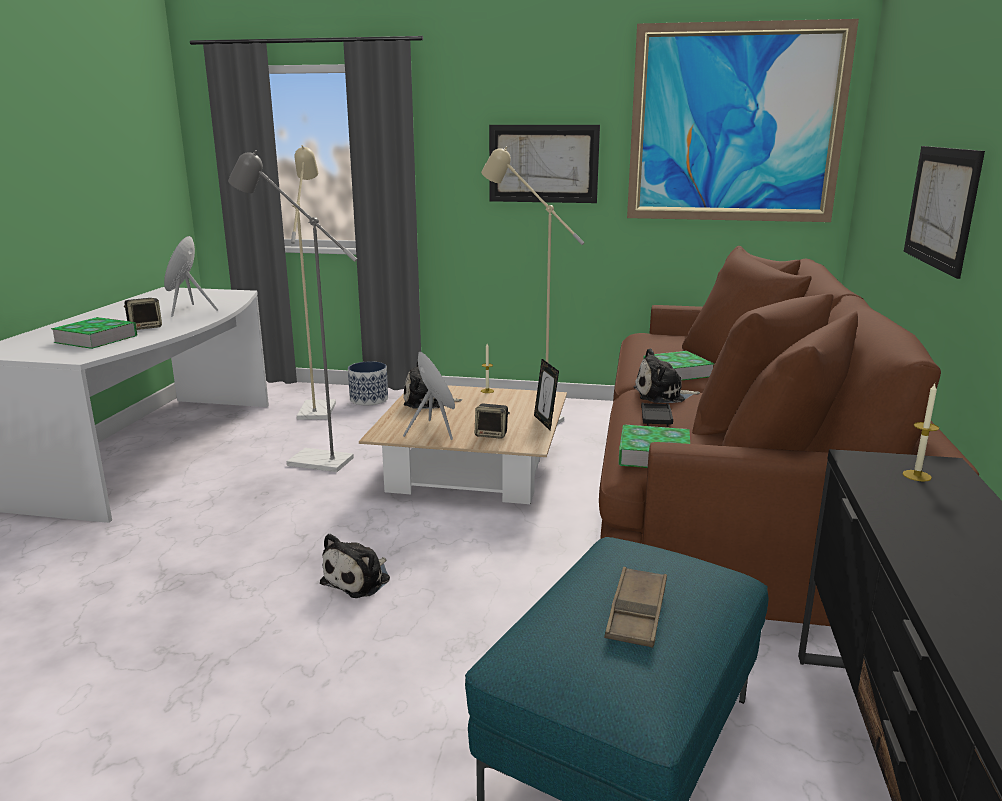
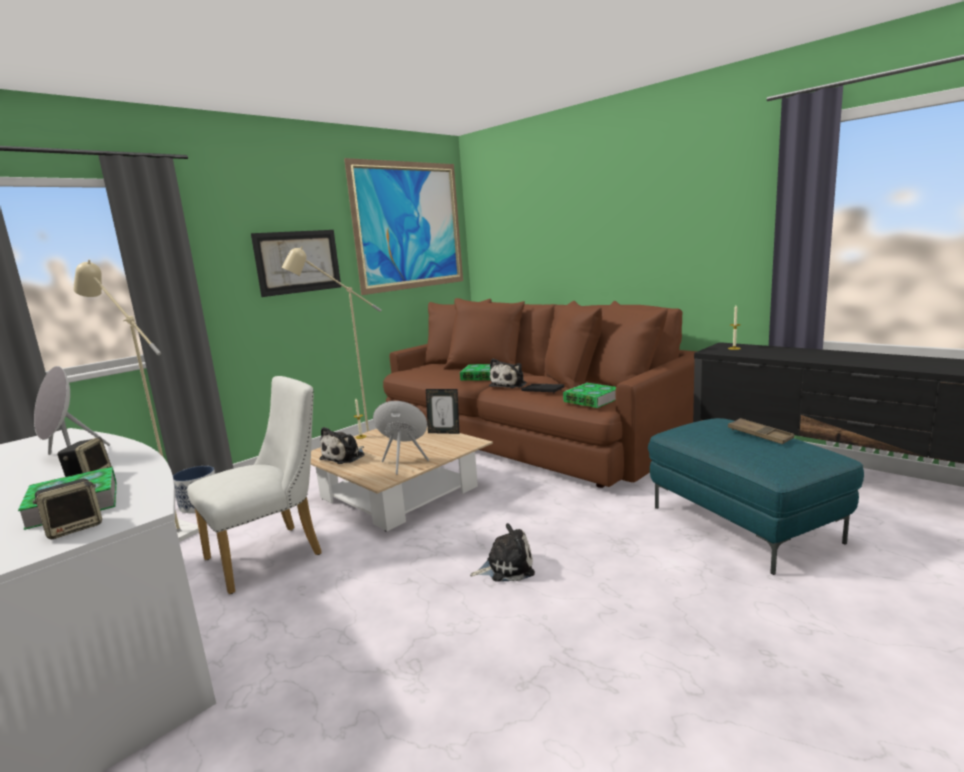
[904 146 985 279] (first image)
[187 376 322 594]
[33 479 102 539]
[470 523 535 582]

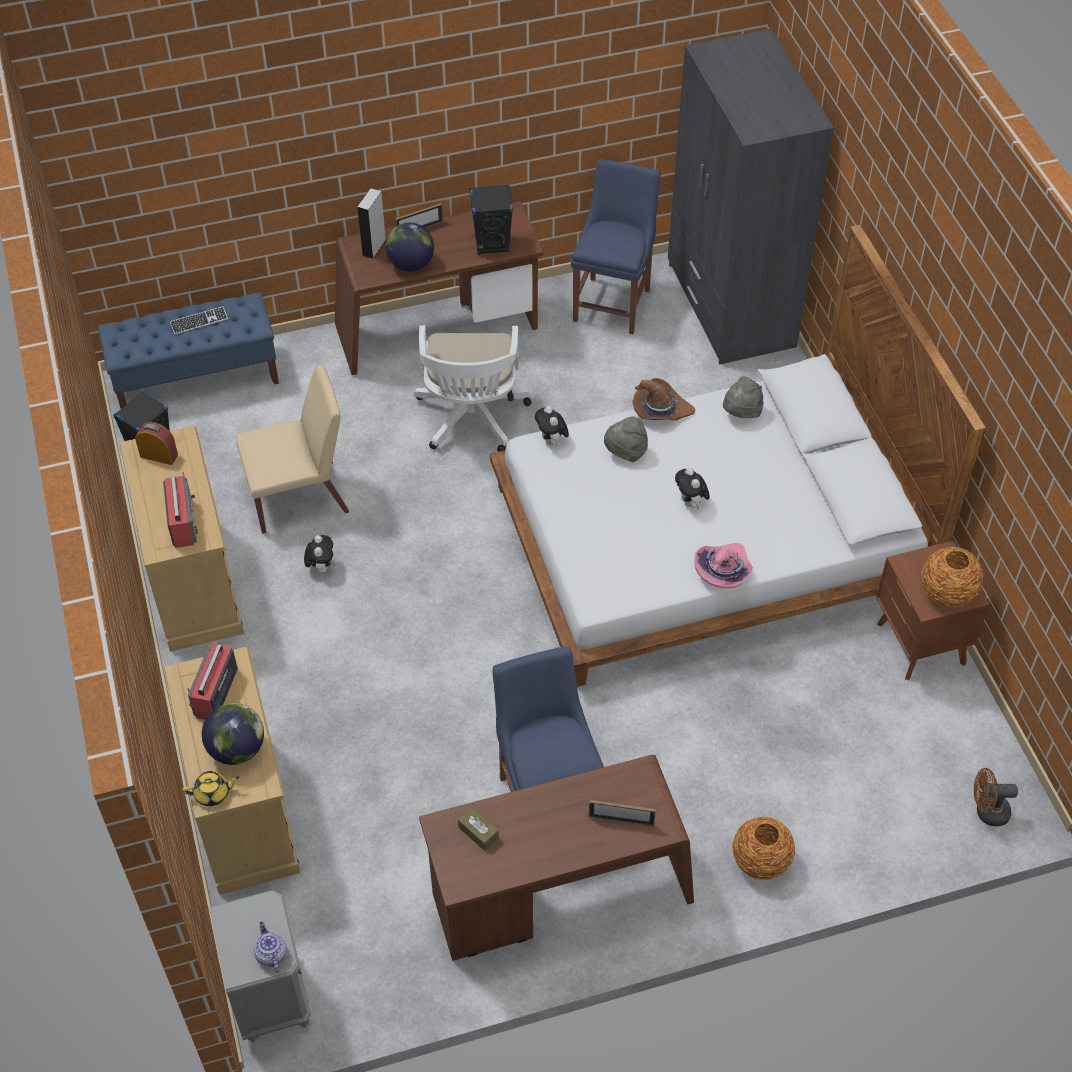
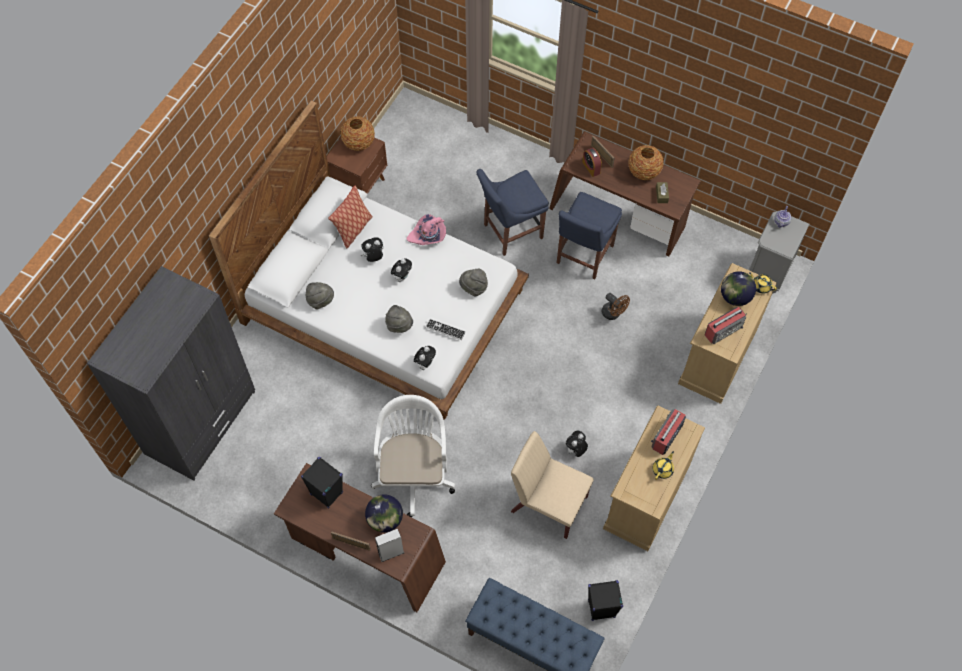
[476 169 549 256]
[425 319 466 340]
[371 395 456 517]
[632 378 695 421] (first image)
[582 148 602 177]
[601 293 630 320]
[628 145 663 180]
[328 185 373 248]
[360 237 384 262]
[459 269 488 297]
[653 451 674 480]

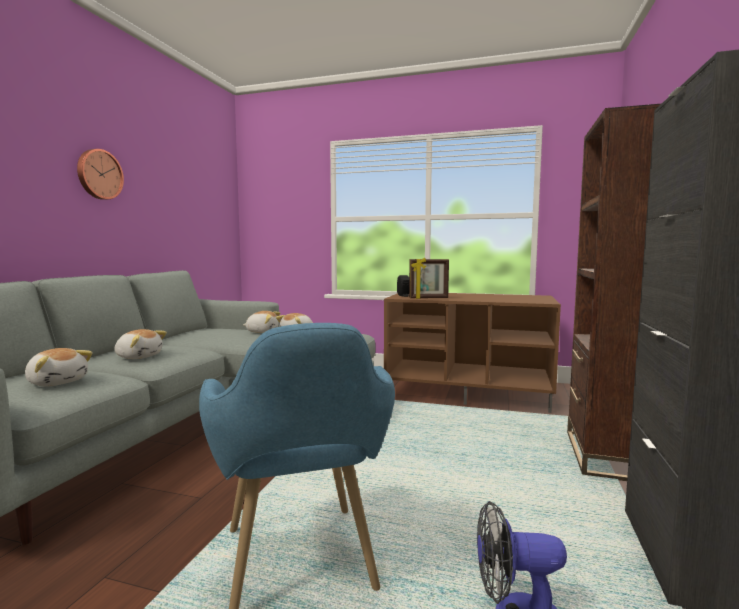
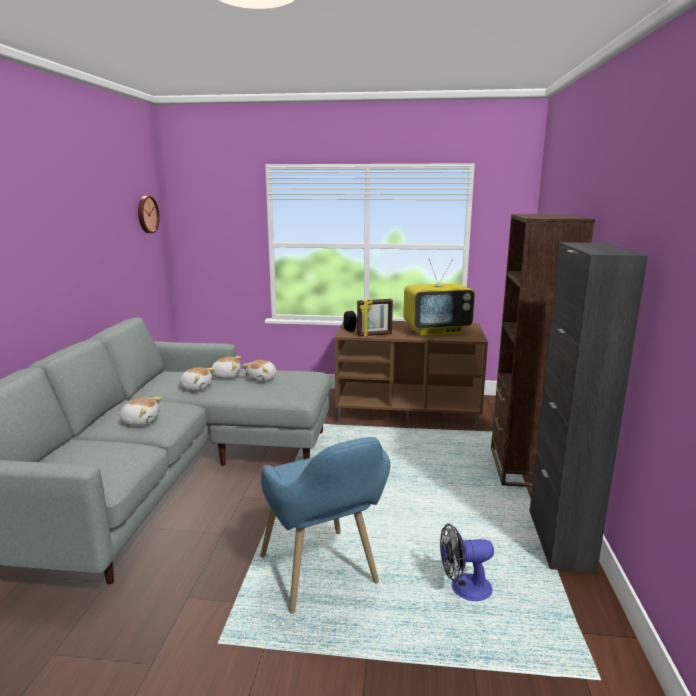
[138 196 160 233]
[179 367 215 391]
[403 259 475 336]

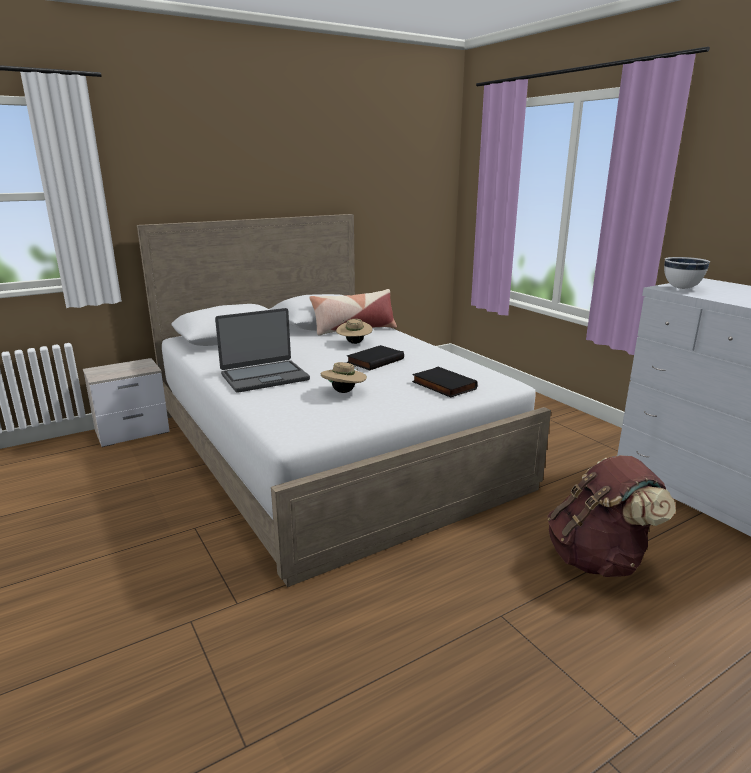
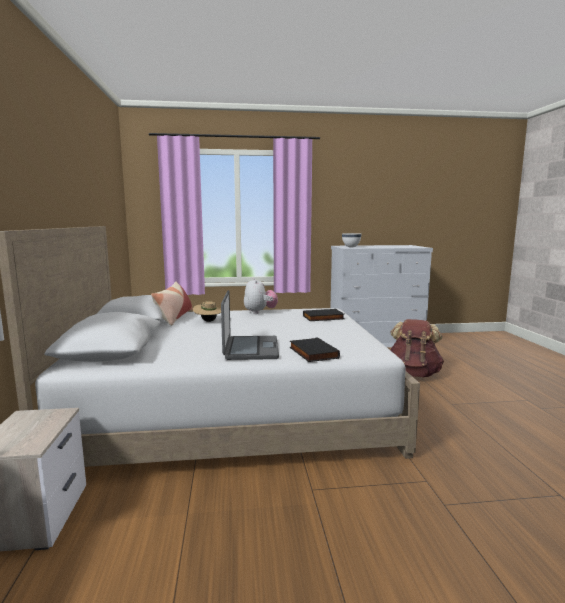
[290 337 340 362]
[321 362 367 393] (first image)
[244 278 278 314]

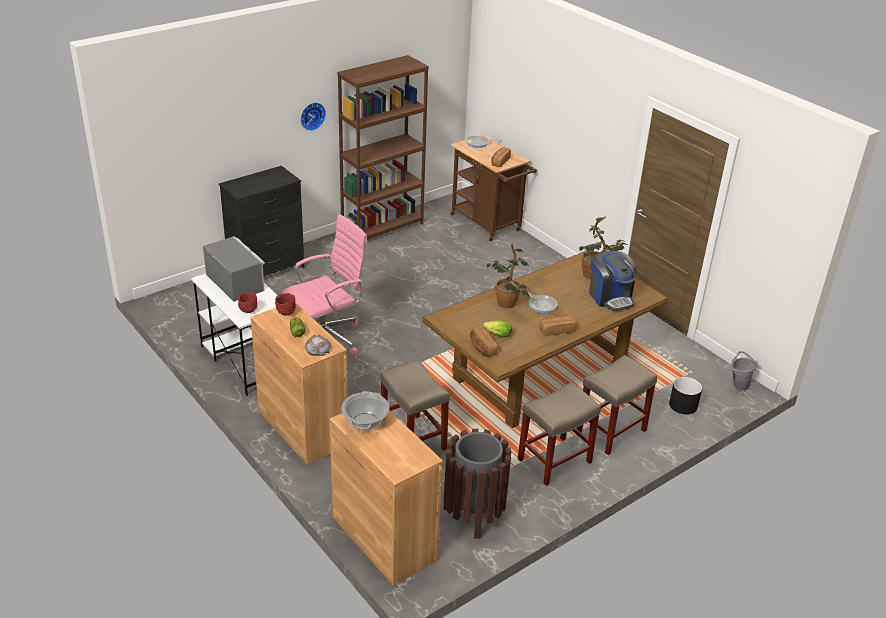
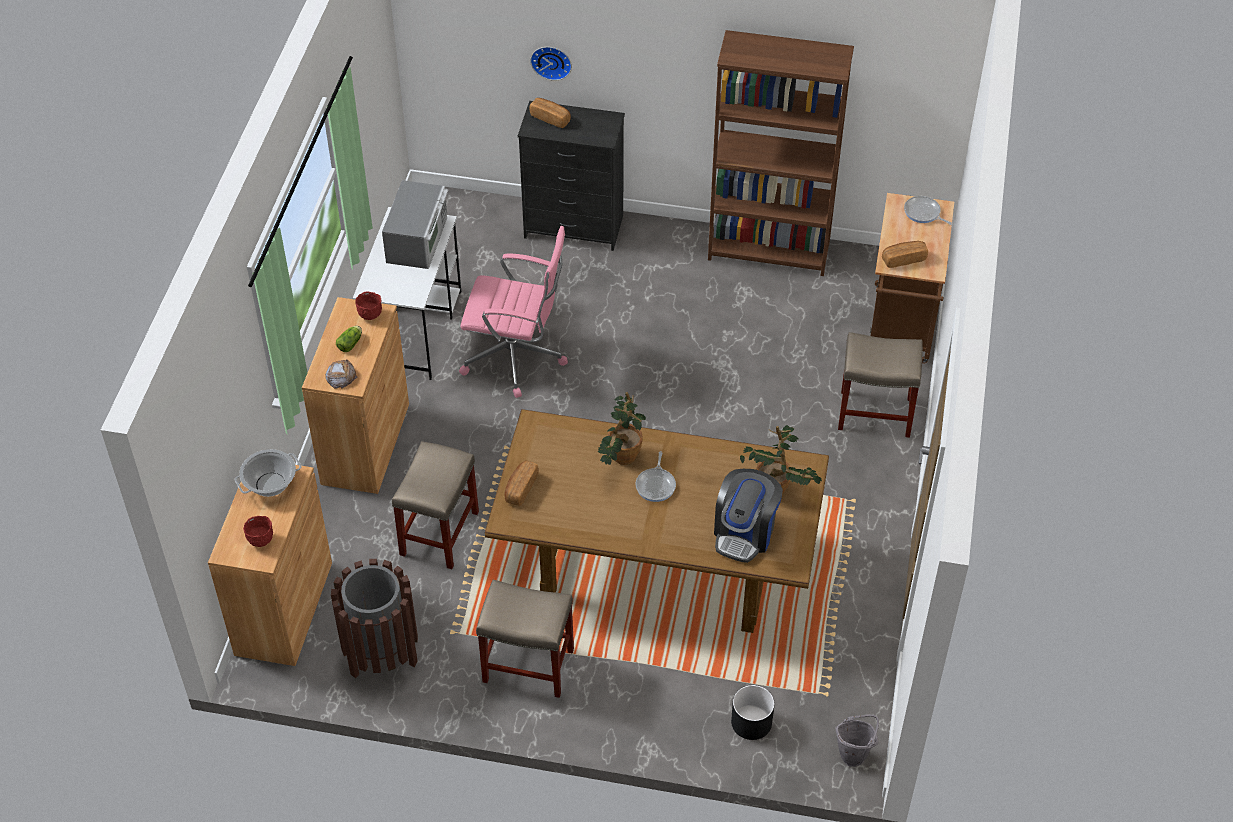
[530 47 572 81]
[243 516 273 547]
[529 98 571 128]
[483 321 512 337] (first image)
[838 332 923 438]

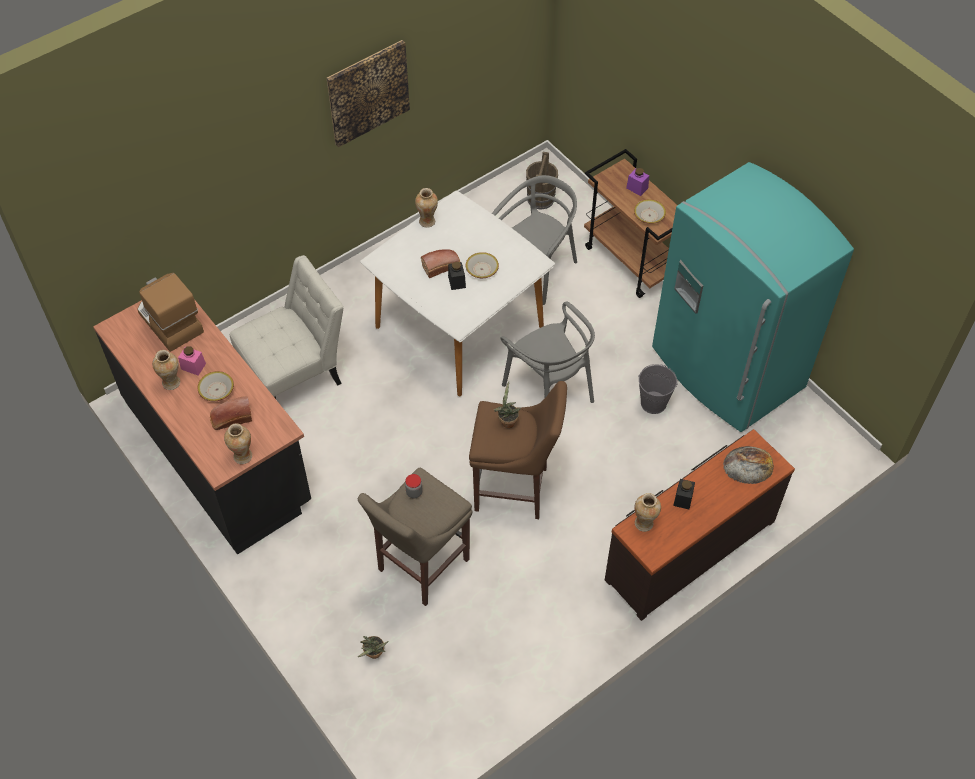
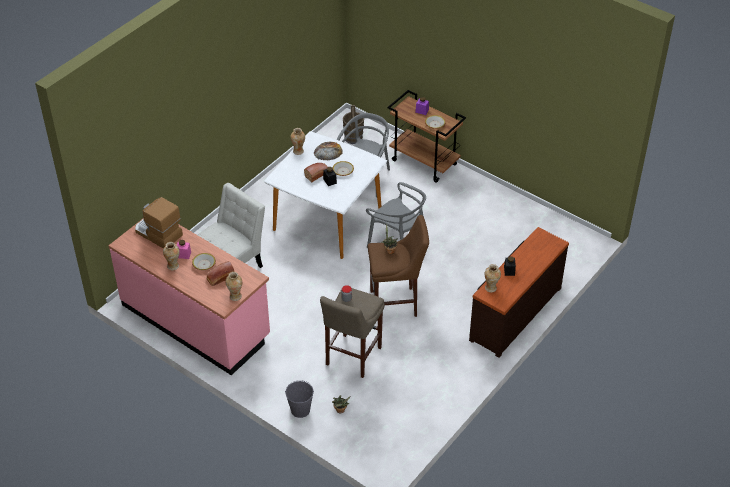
[327 40 410 147] (first image)
[652 162 854 432] (first image)
[108 218 270 375]
[285 380 314 418]
[314 142 342 160]

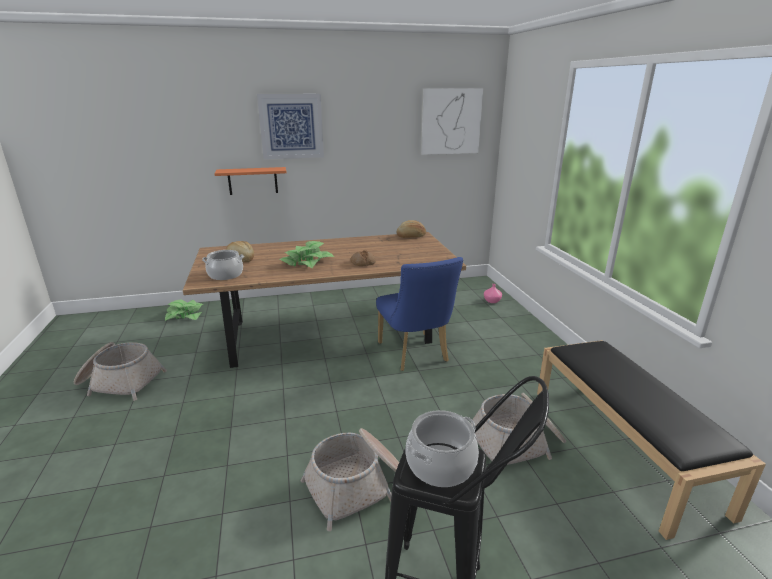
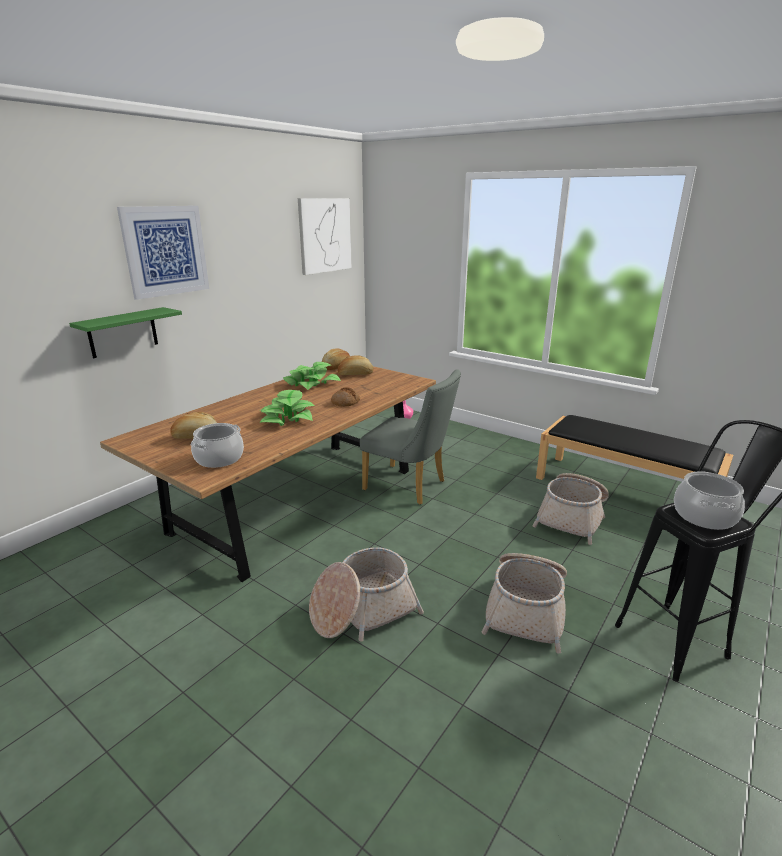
[69 307 182 358]
[360 369 461 505]
[283 362 341 390]
[309 547 424 642]
[337 355 373 375]

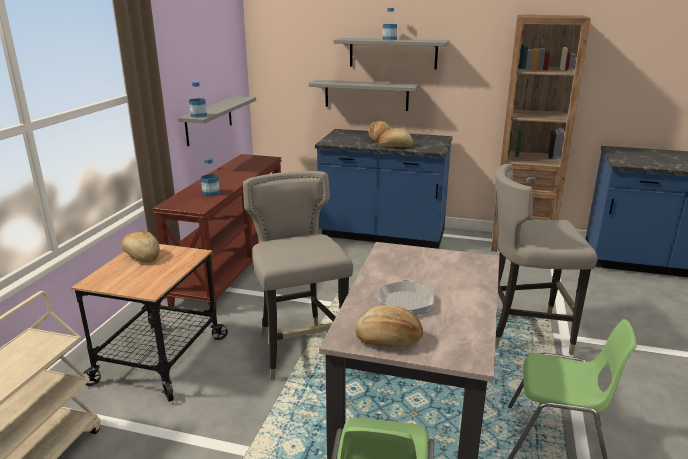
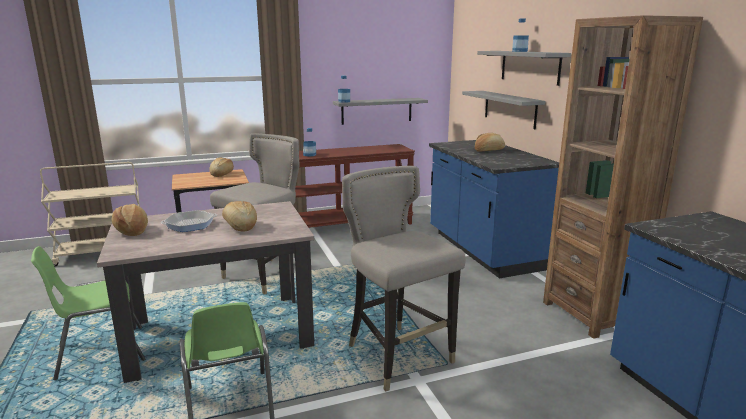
[222 201 257 232]

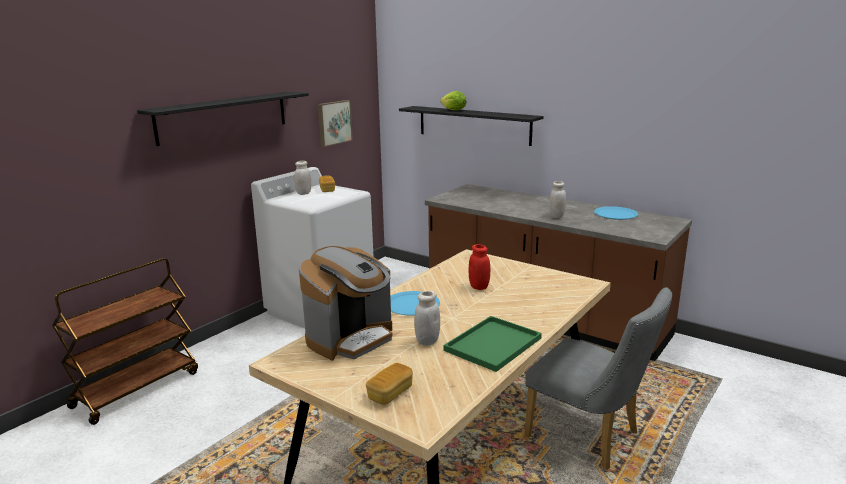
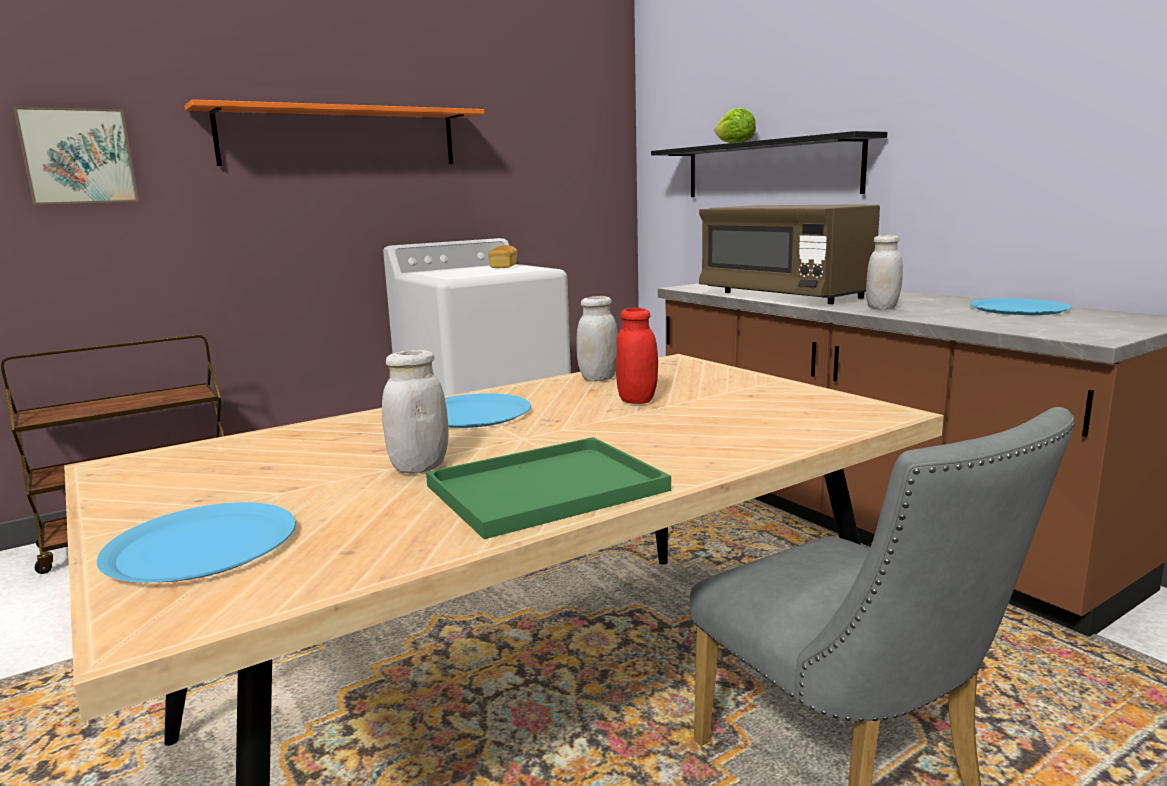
[184 99 484 166]
[13 106 139 205]
[576 296 618 382]
[299 246 393 360] (first image)
[97 502 296 582]
[699 205 880 304]

